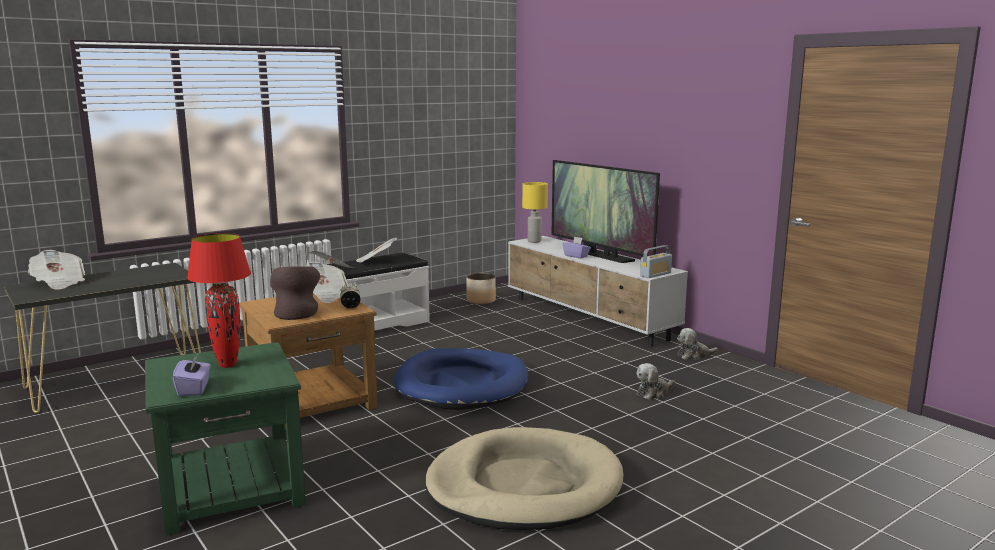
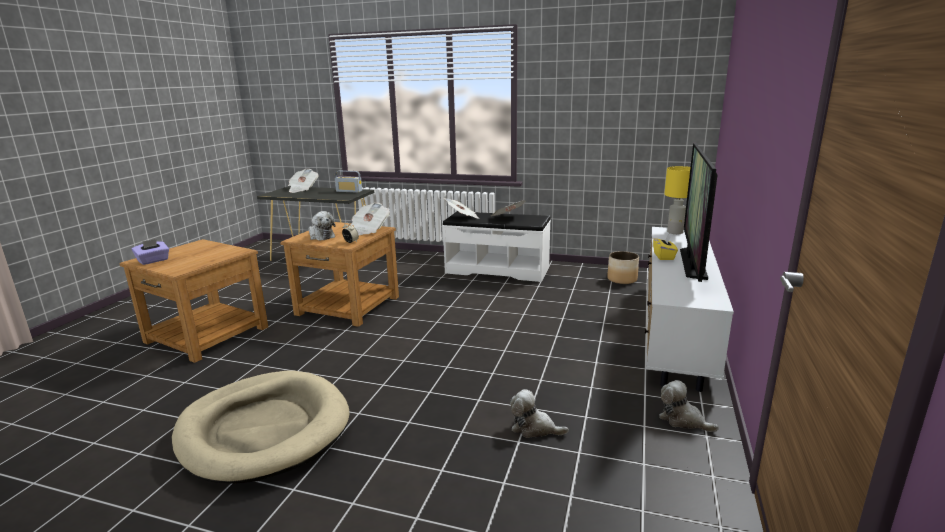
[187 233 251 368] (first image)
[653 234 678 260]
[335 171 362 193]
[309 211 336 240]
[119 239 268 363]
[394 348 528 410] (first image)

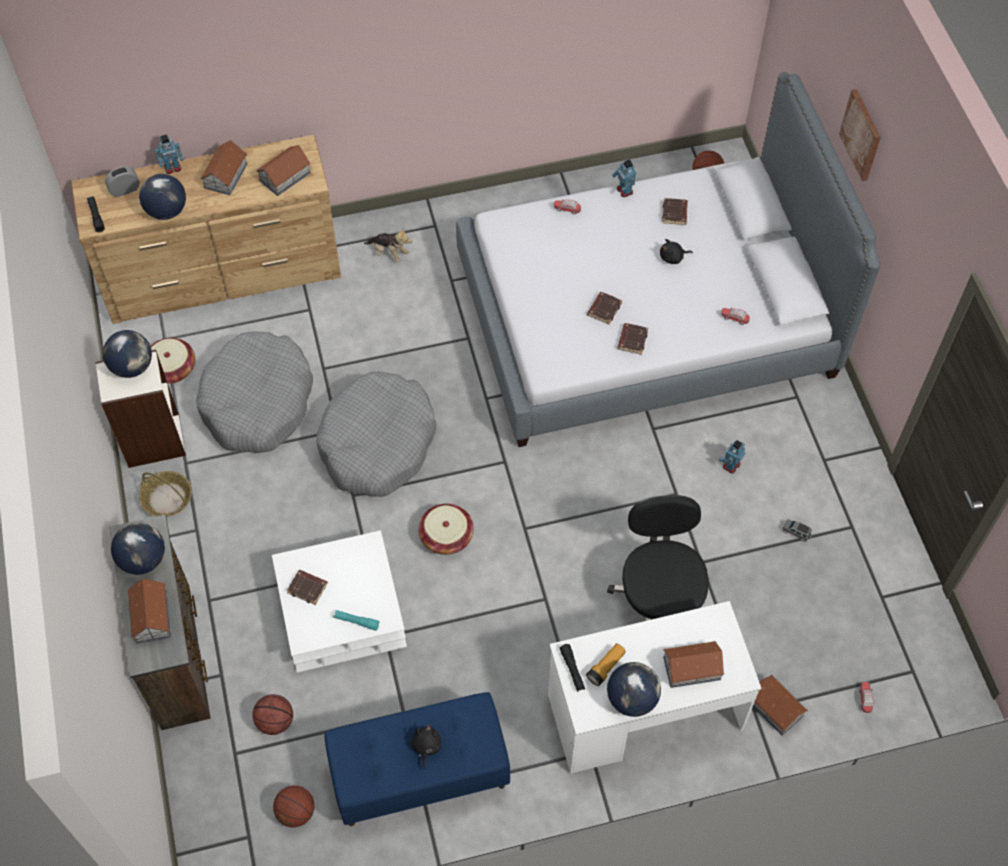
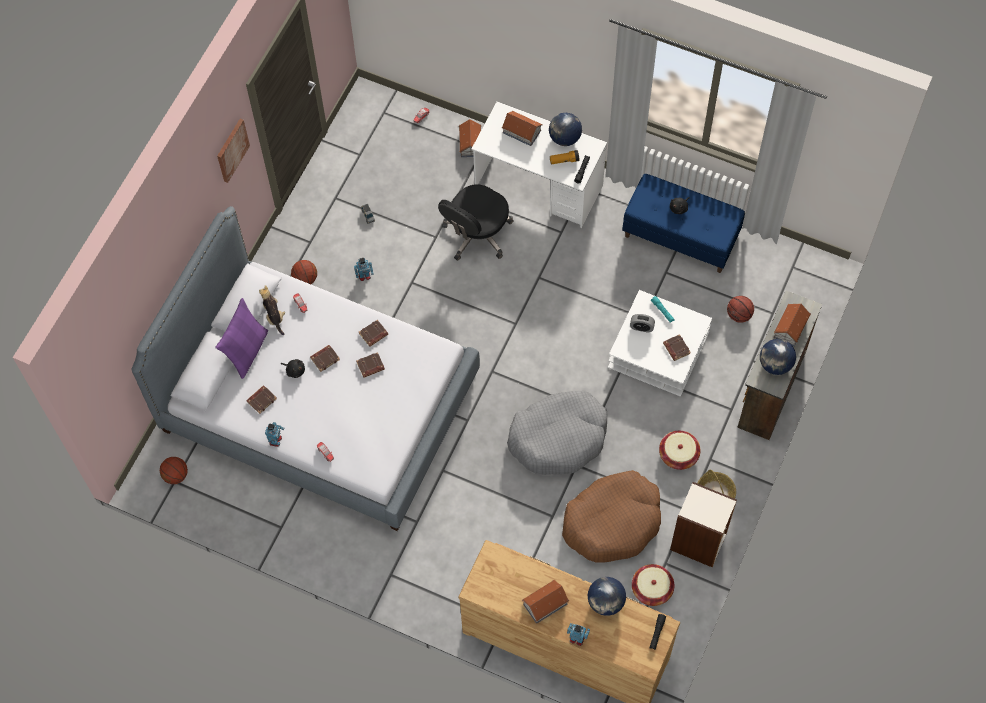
[217 119 250 183]
[256 145 311 196] (first image)
[630 314 655 333]
[259 285 285 335]
[103 330 152 378] (first image)
[562 470 661 562]
[659 431 701 470]
[291 260 317 284]
[215 298 268 379]
[310 345 340 372]

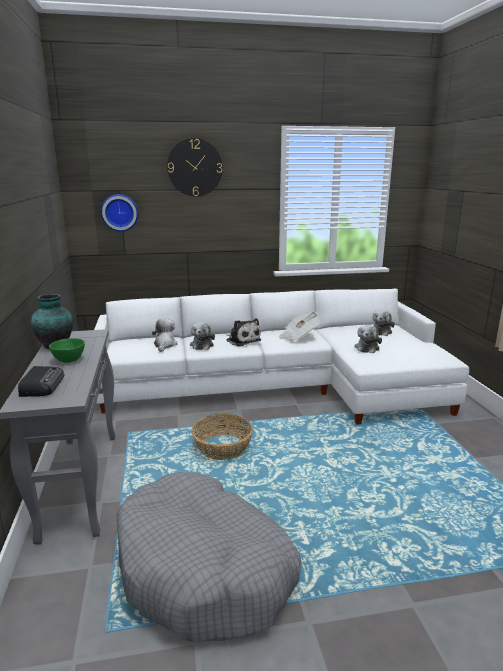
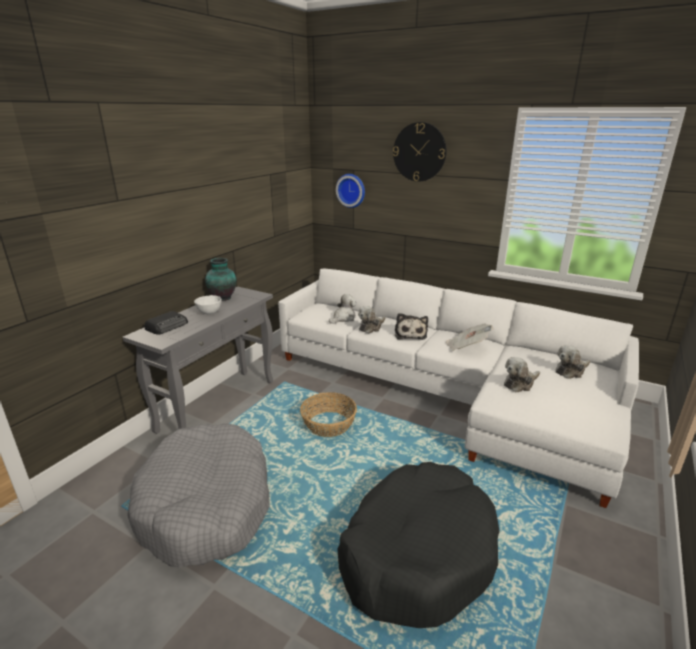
[194 295 222 314]
[338 462 500 628]

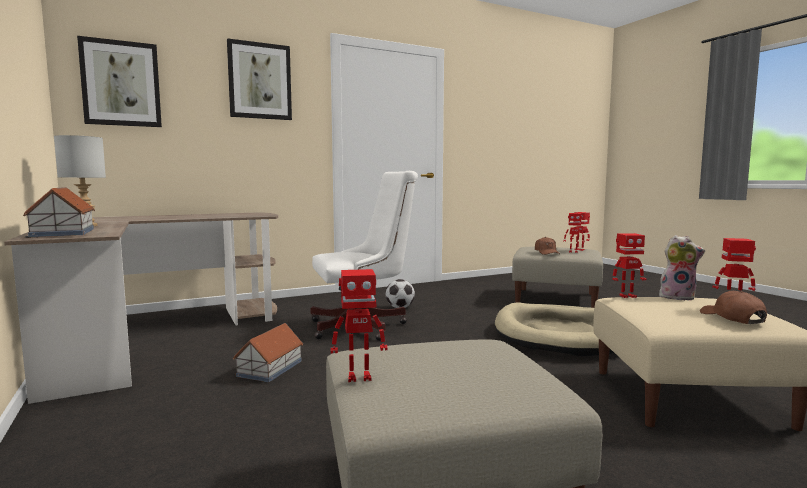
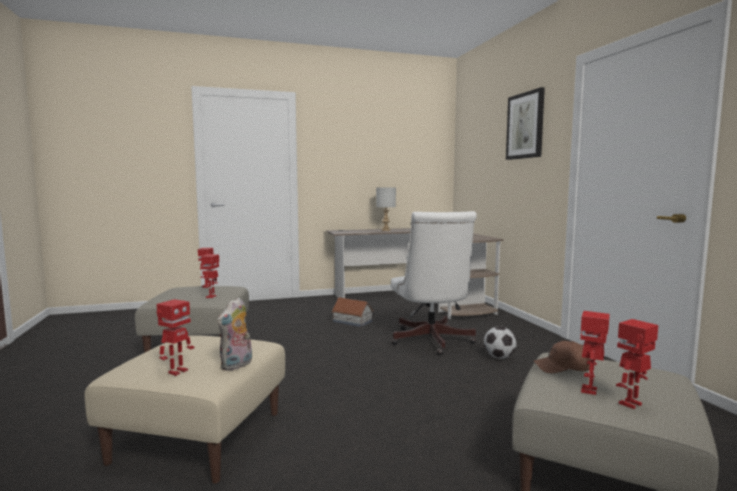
[77 36 162 127] (first image)
[23 187 95 237] (first image)
[201 254 219 298]
[700 291 767 324] (first image)
[495 302 614 356] (first image)

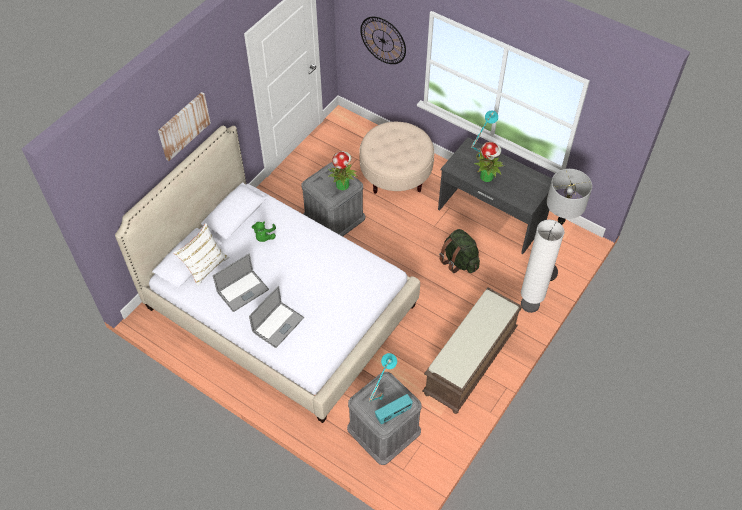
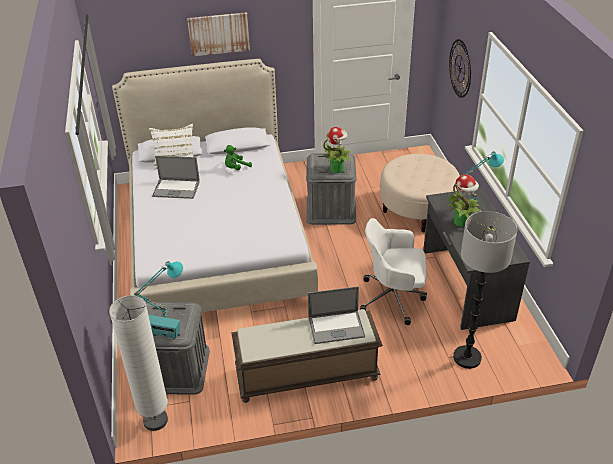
[109 295 168 431]
[360 218 427 325]
[308 286 365 344]

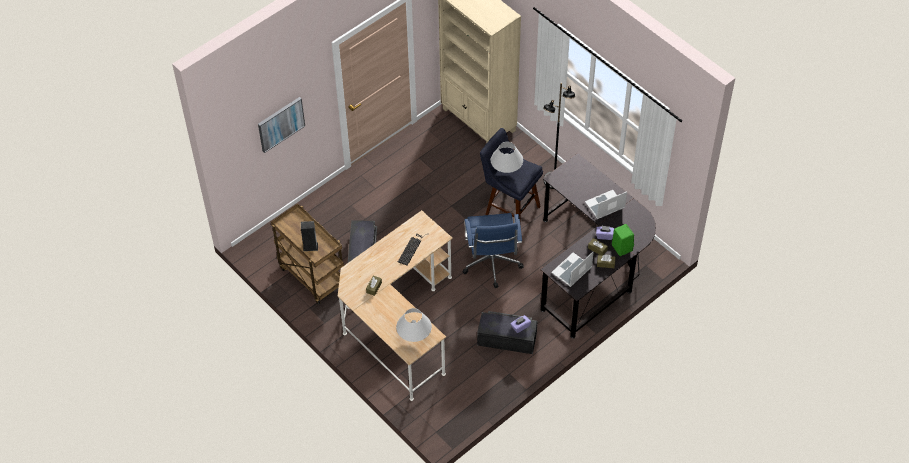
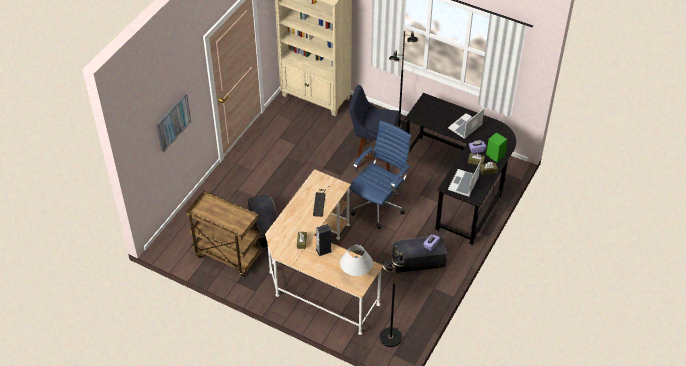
[491 142 523 173] (first image)
[349 120 411 229]
[316 224 332 256]
[380 246 405 347]

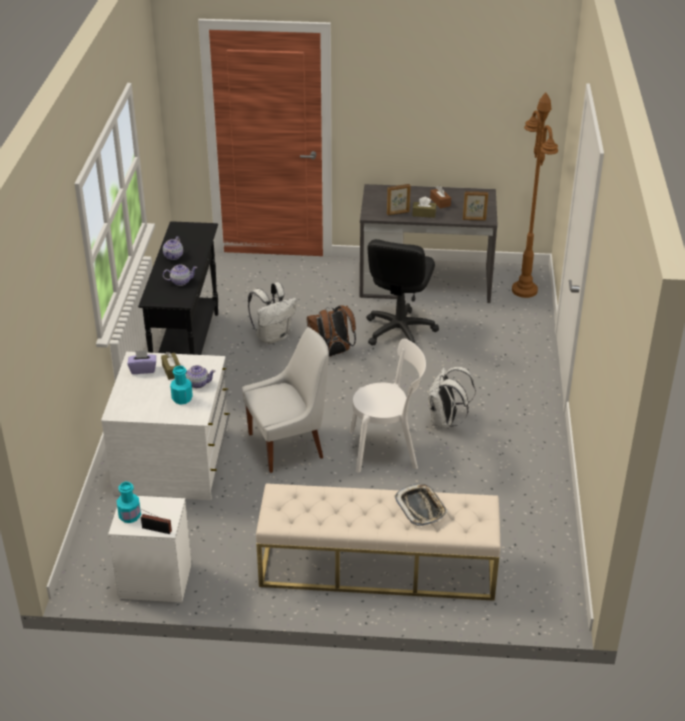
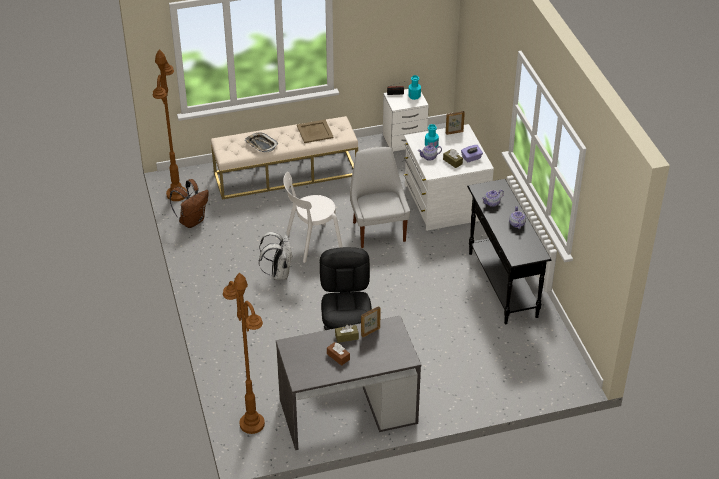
[446 111 465 135]
[248 282 297 344] (first image)
[170 179 209 228]
[350 147 410 248]
[153 49 187 201]
[297 119 334 143]

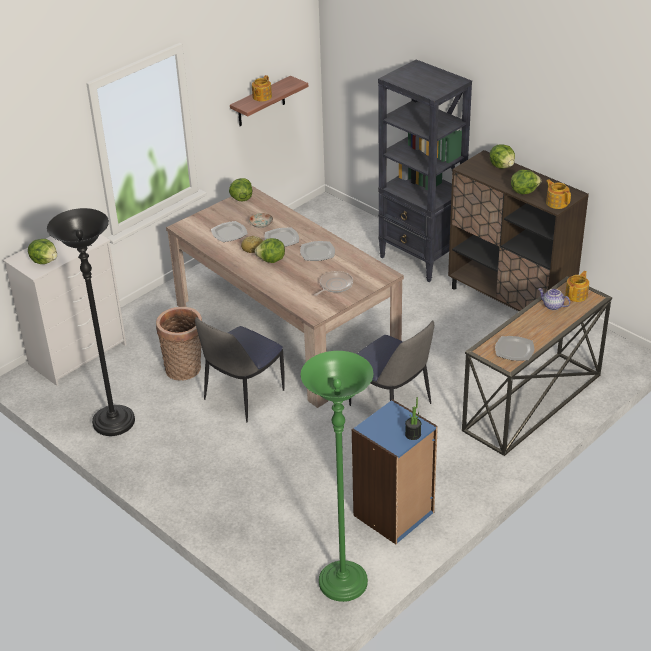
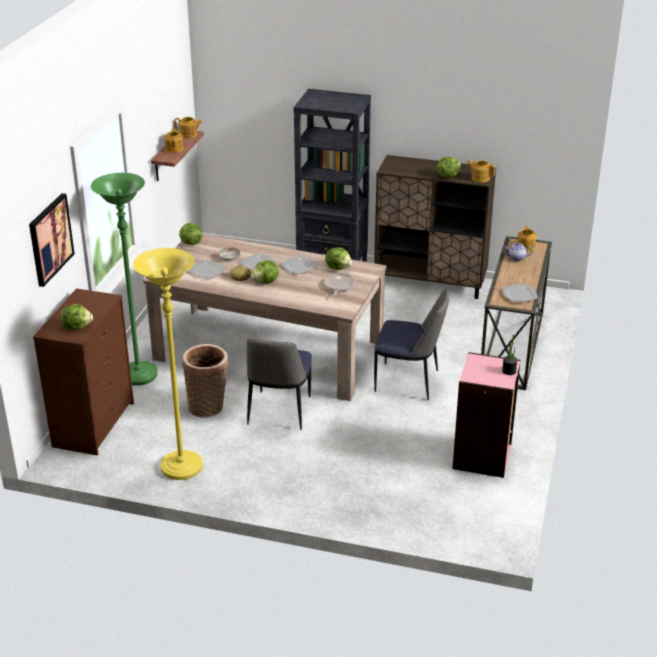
[325 247 352 270]
[133 248 203 480]
[33 288 134 456]
[91 173 157 386]
[453 352 521 478]
[174 117 202 138]
[29 193 75 287]

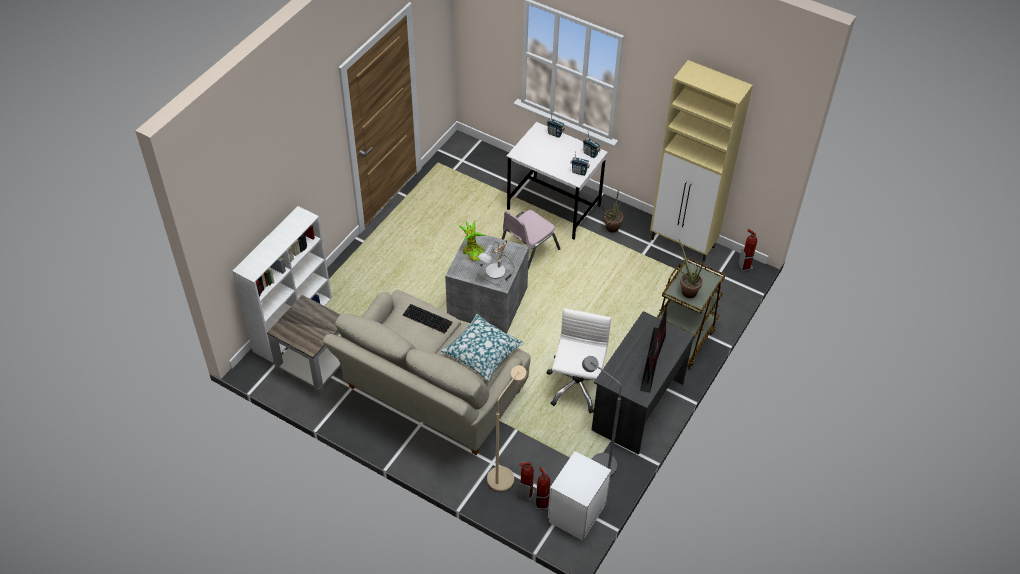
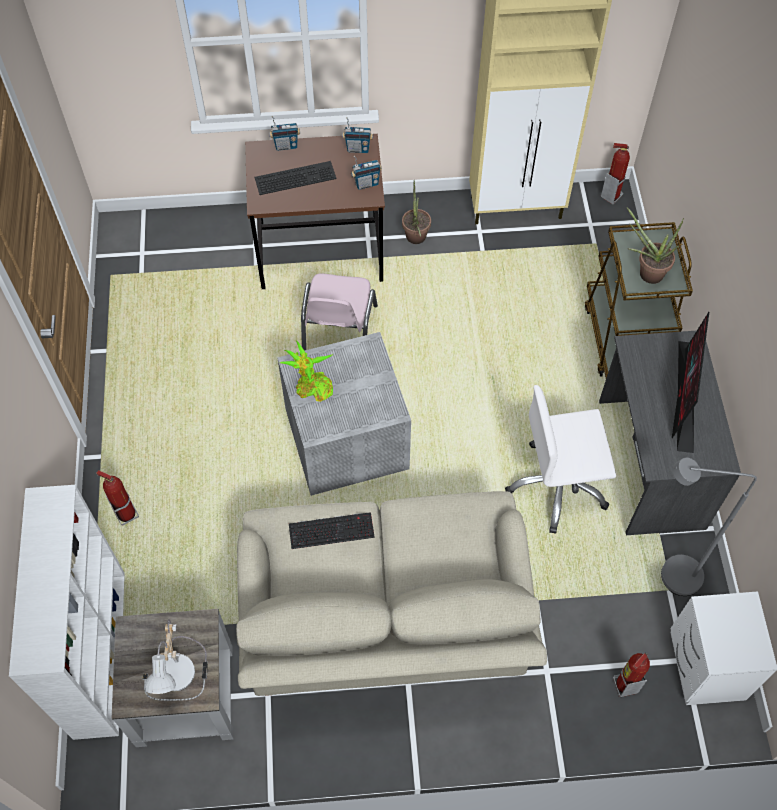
[245 134 385 289]
[143 619 208 701]
[672 312 709 453]
[505 385 616 534]
[440 314 524 381] (first image)
[487 365 527 492] (first image)
[96 470 139 526]
[255 161 336 195]

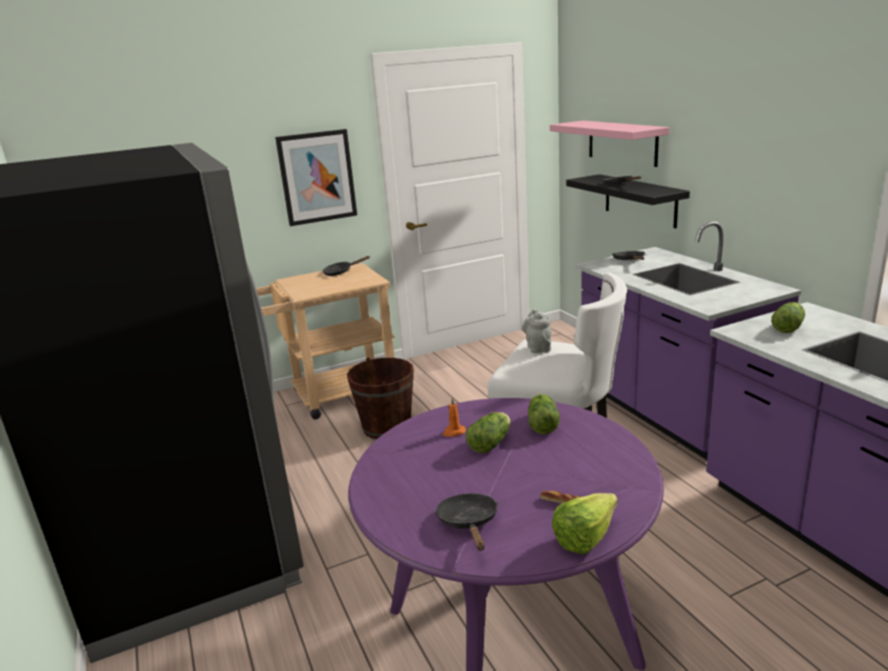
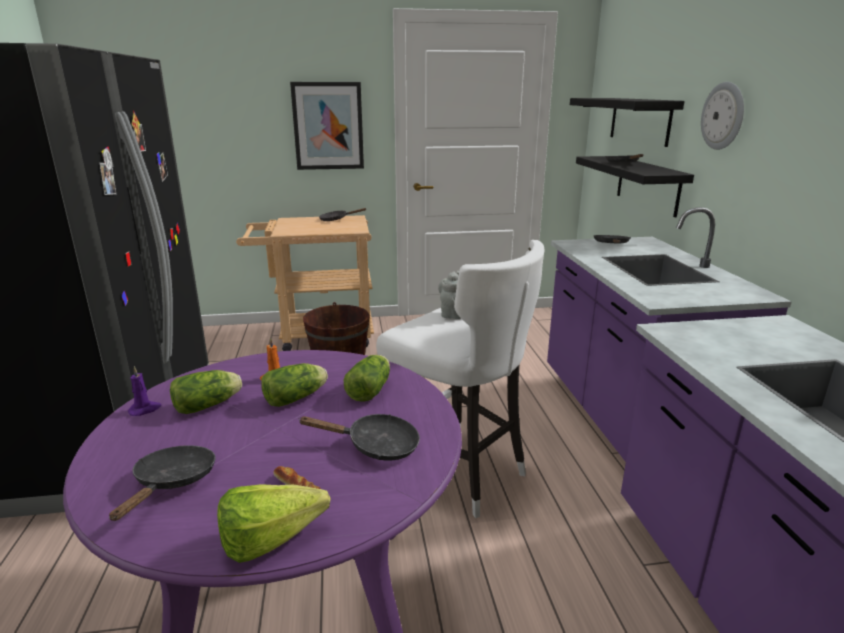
[570 98 684 147]
[170 370 242 414]
[701 82 744 150]
[128 366 161 416]
[298 414 420 460]

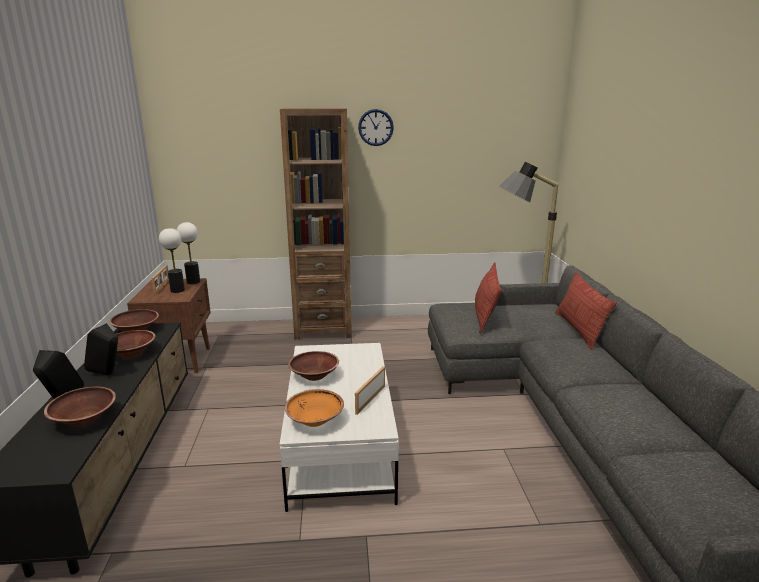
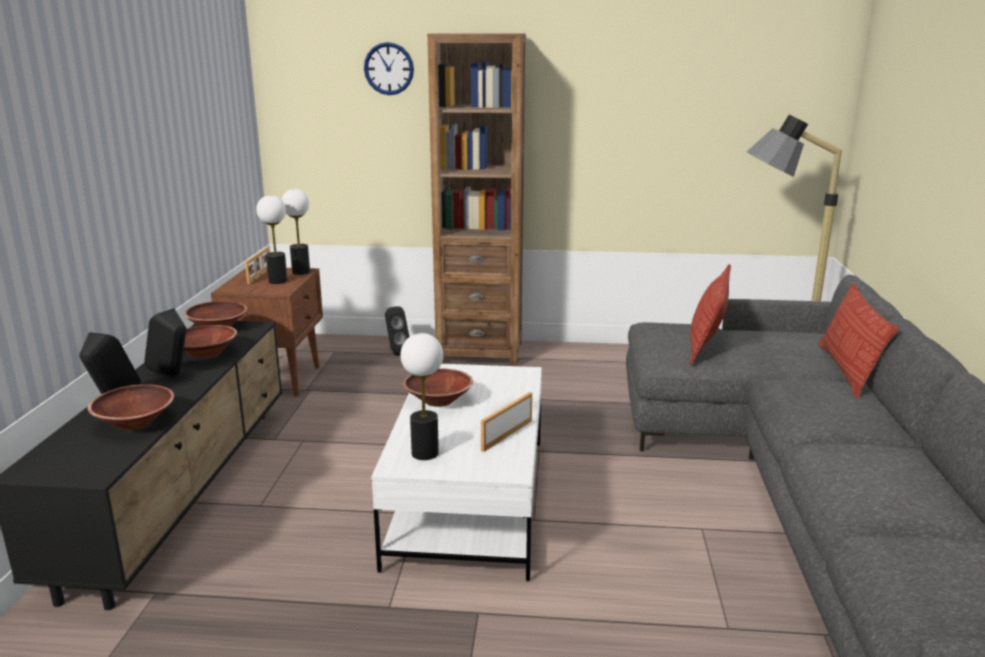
[364 42 414 95]
[400 333 443 460]
[385 306 410 356]

